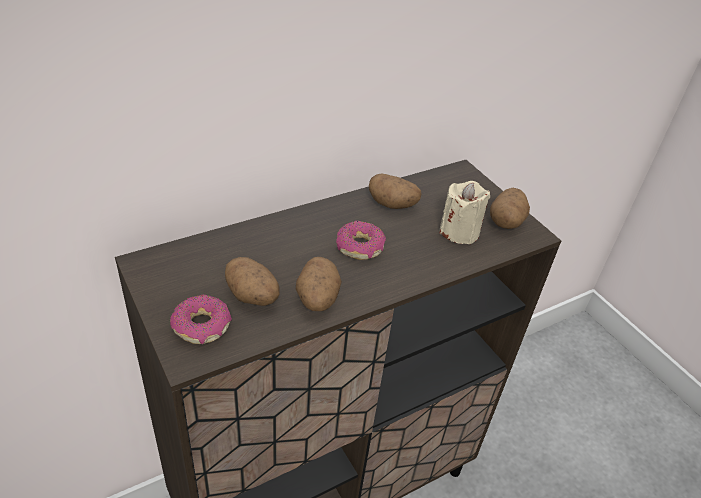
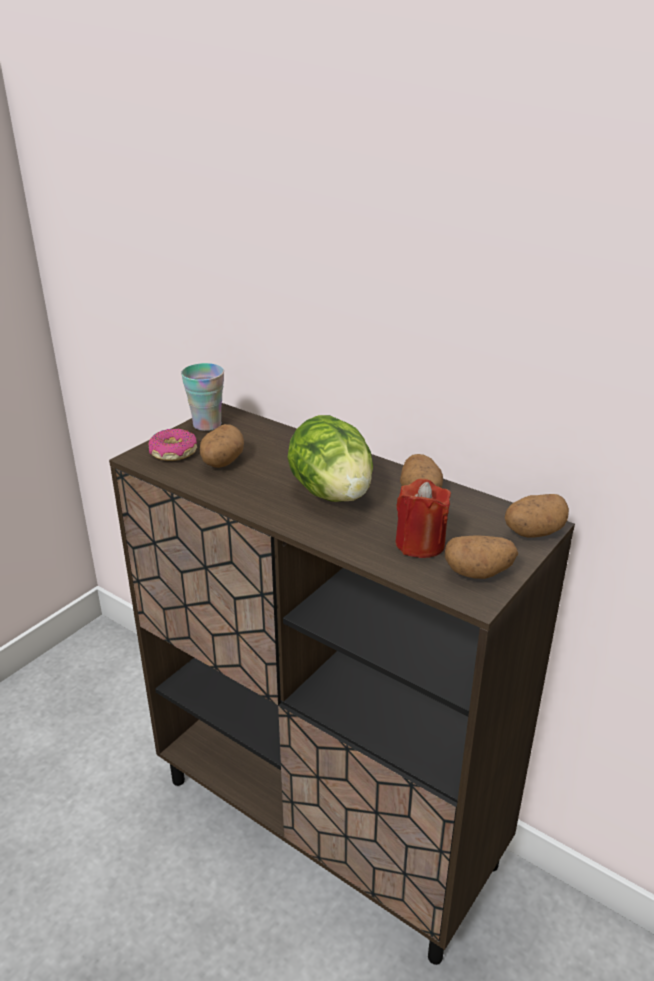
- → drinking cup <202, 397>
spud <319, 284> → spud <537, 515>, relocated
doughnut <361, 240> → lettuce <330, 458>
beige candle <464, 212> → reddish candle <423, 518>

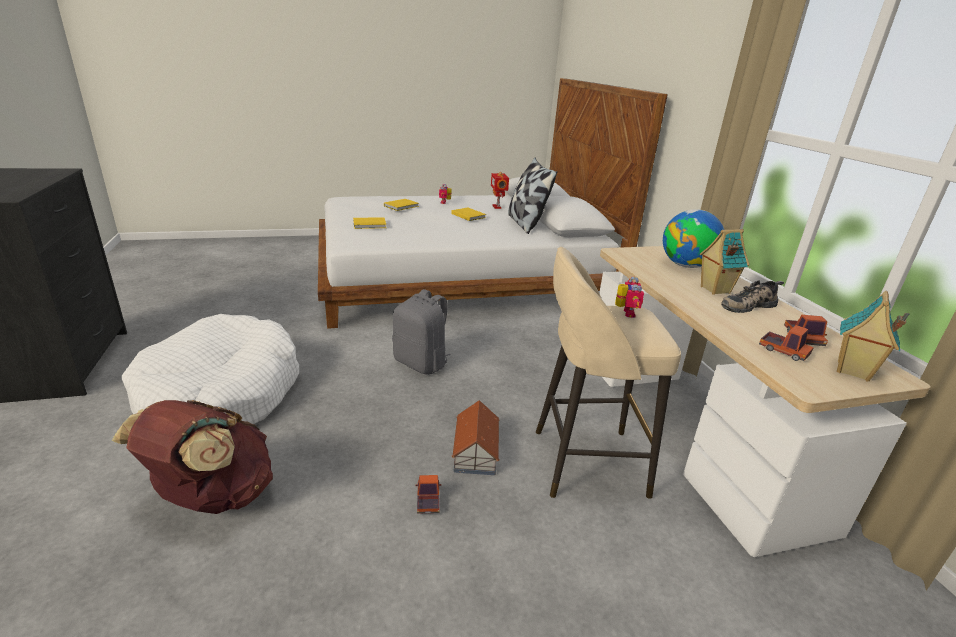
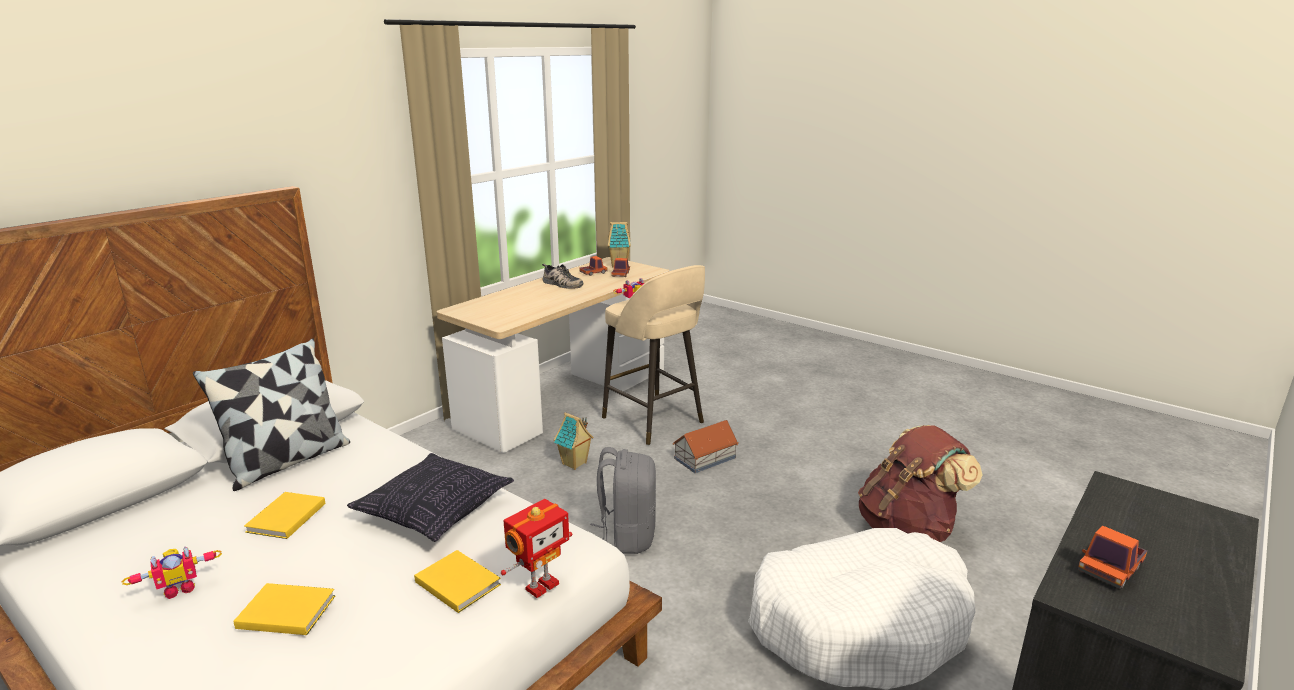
desk globe <693, 238> → -
- → pillow <430, 497>
toy truck <428, 494> → toy truck <1112, 557>, relocated
toy robot <500, 190> → toy robot <536, 548>, relocated
model house <724, 262> → model house <574, 441>, relocated

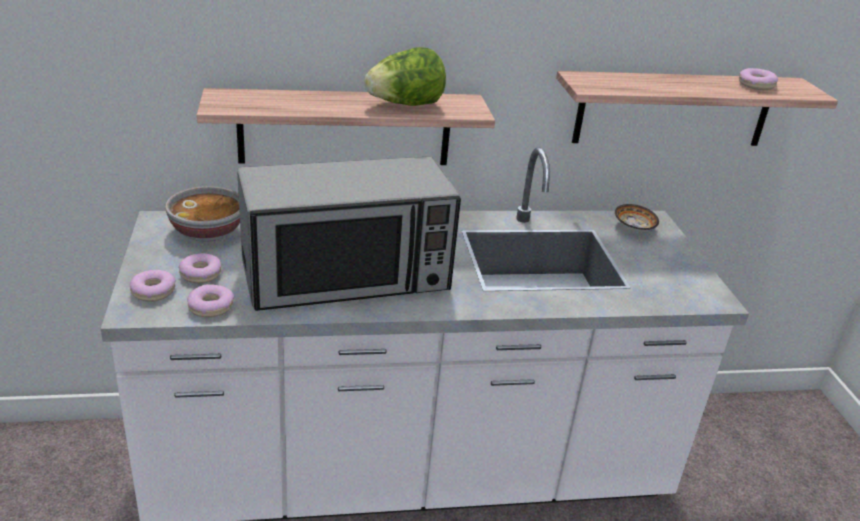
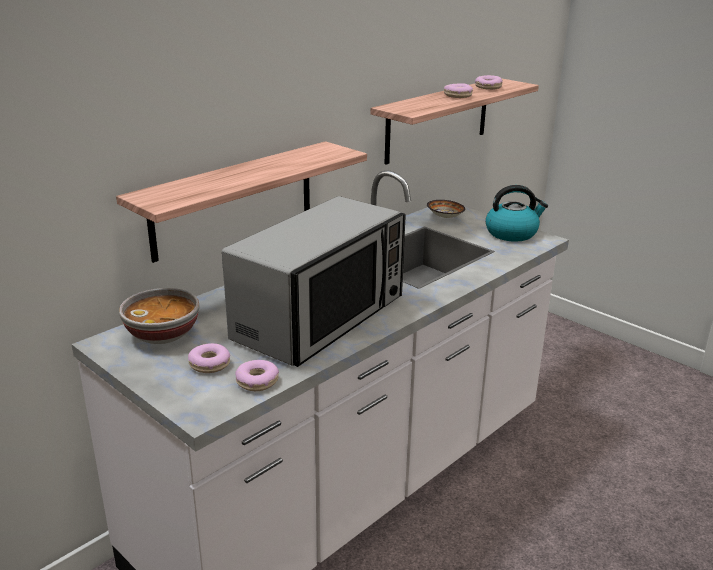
lettuce <405, 76> → -
- → tea kettle <516, 213>
doughnut <153, 286> → doughnut <458, 90>, relocated

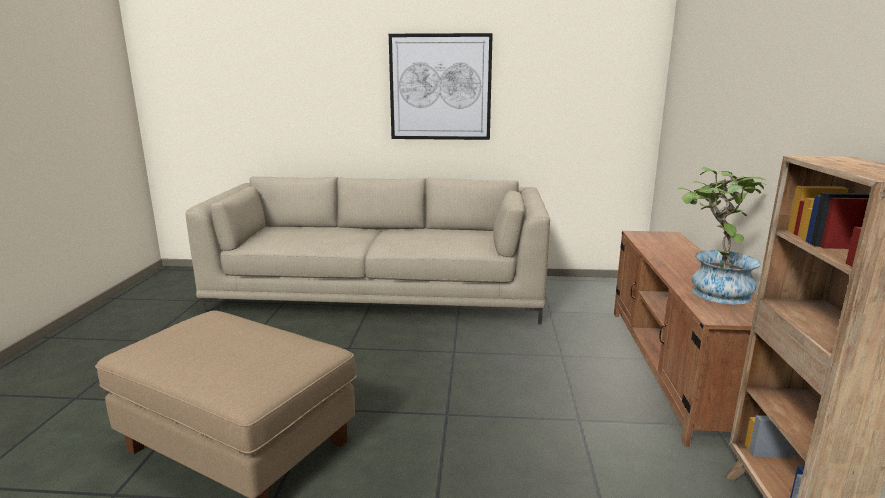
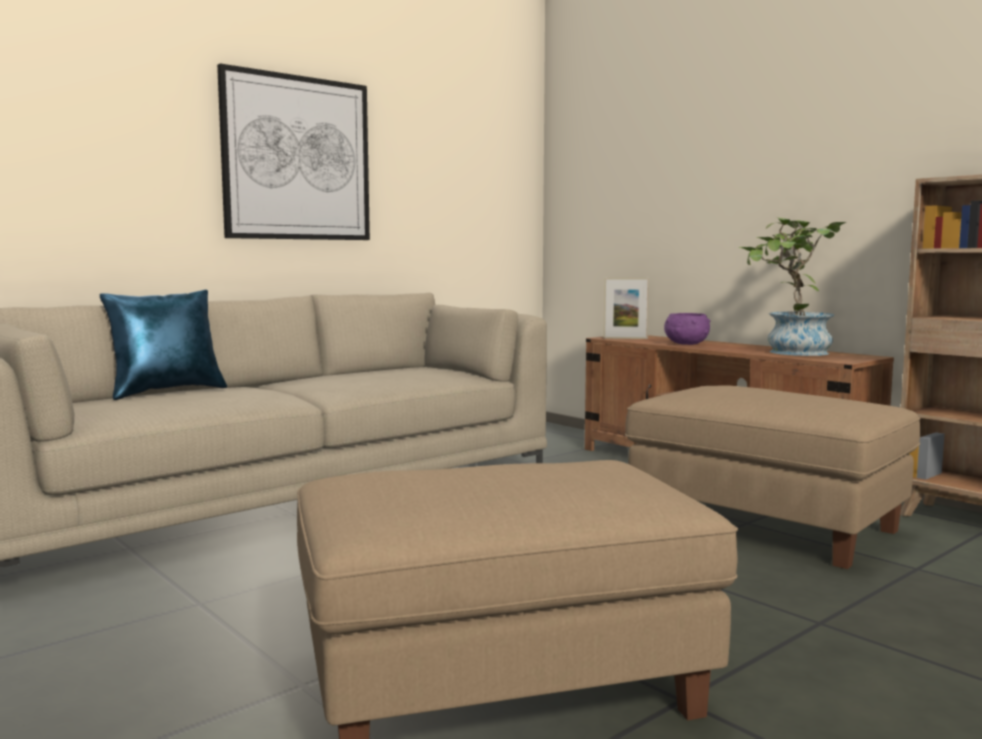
- → bluish pillow <163, 344>
- → photo frame <626, 308>
- → beige ottoman <773, 477>
- → purple deep dish <687, 329>

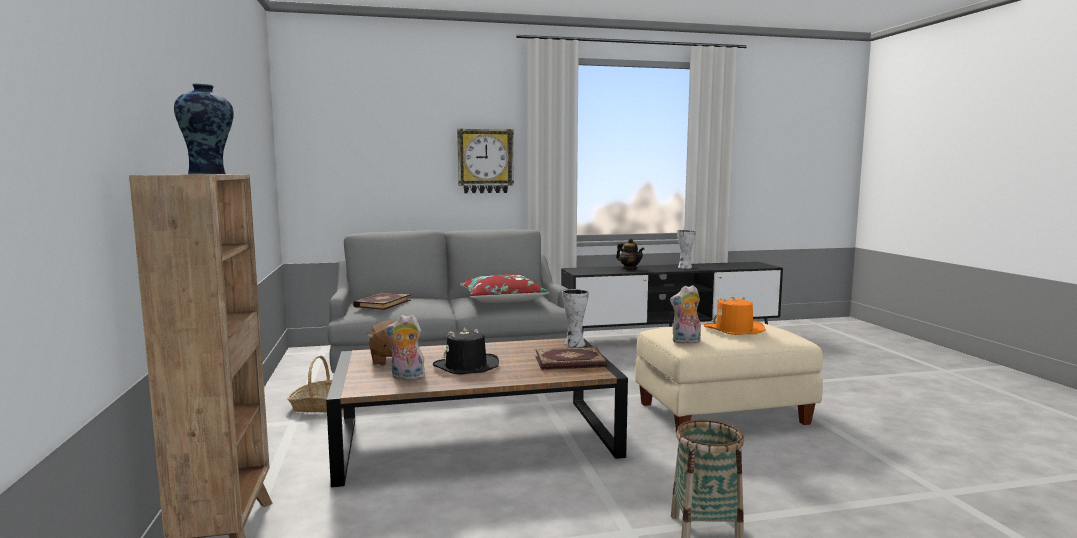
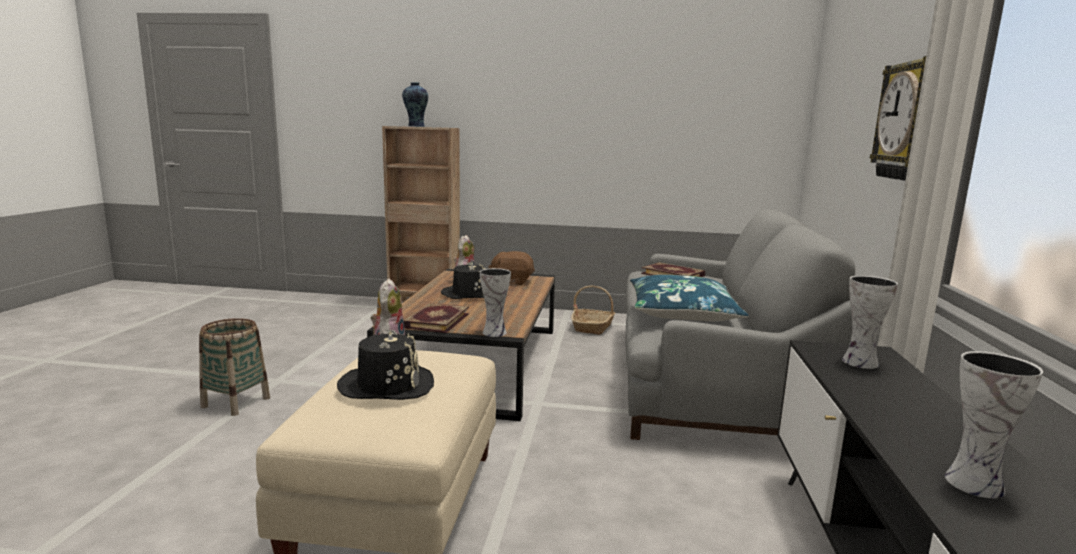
tea pot <630, 254> → -
- → vase <870, 322>
reddish pillow <504, 288> → bluish pillow <689, 298>
orangey hat <735, 315> → blackish hat <385, 365>

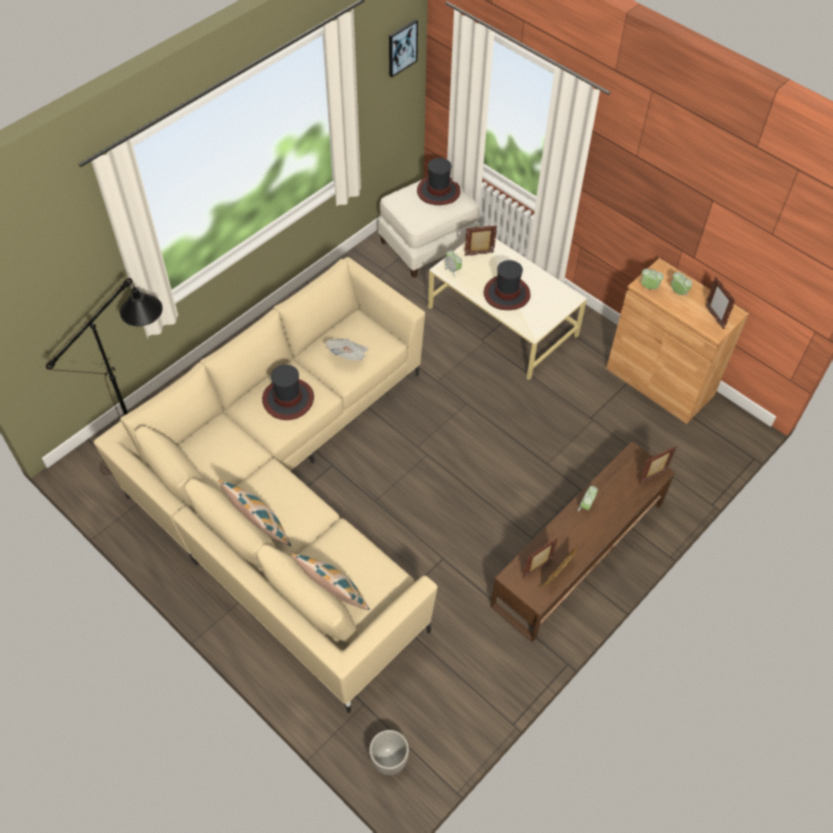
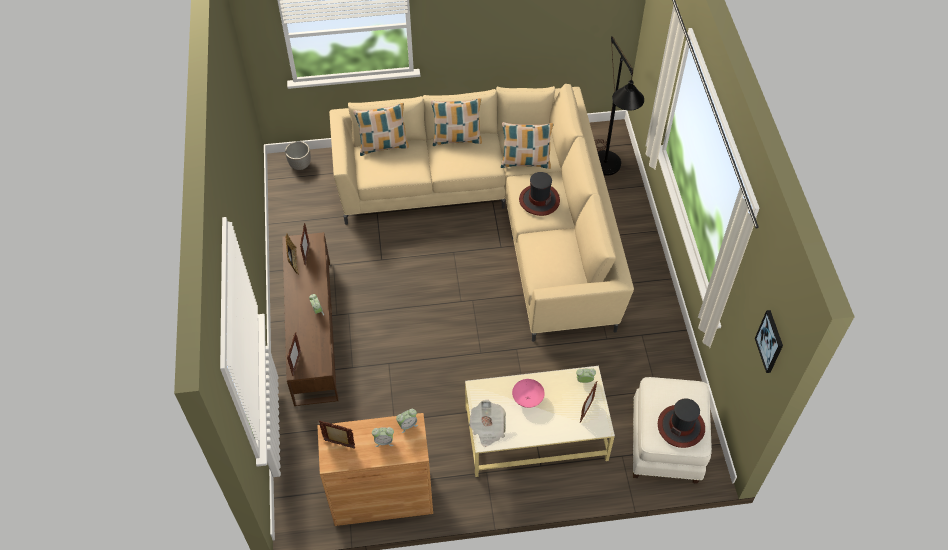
- → pillow <527, 145>
daily paper <347, 349> → daily paper <487, 423>, relocated
hat <507, 285> → pinkish deep dish <528, 393>

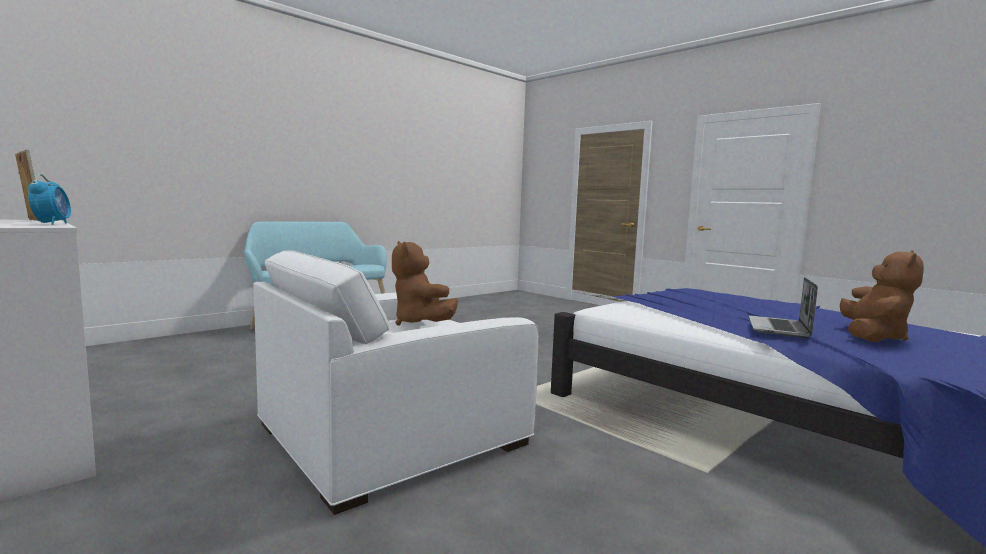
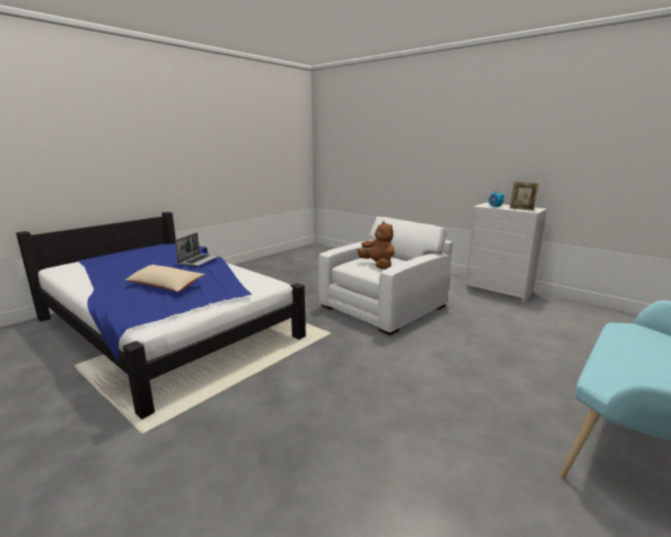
brownish soft toy <882, 296> → -
- → beige pillow <165, 278>

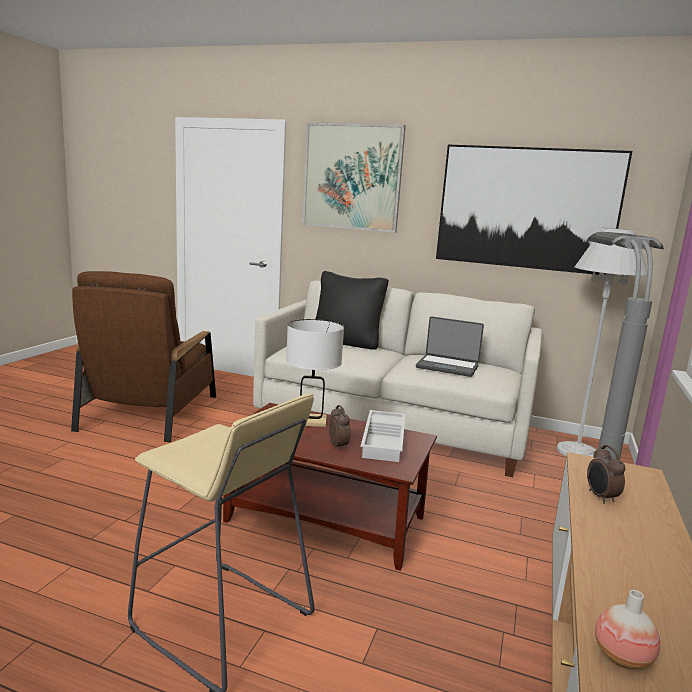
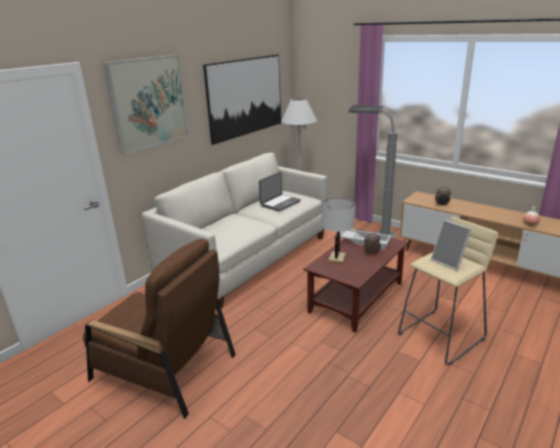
blackish pillow <352, 310> → -
- → photo frame <451, 245>

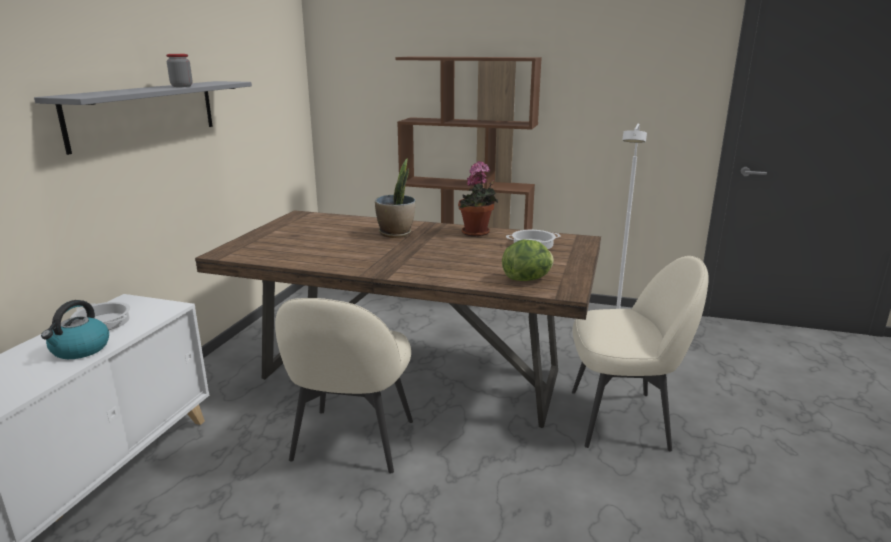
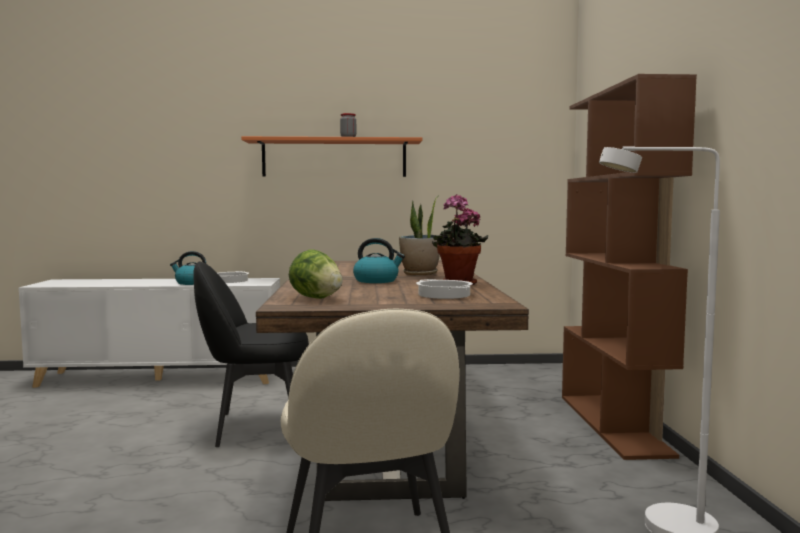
- → tea kettle <379, 260>
greyish bracket shelf <143, 118> → orangey bracket shelf <331, 156>
beige plain chair <344, 385> → blackish plain chair <251, 354>

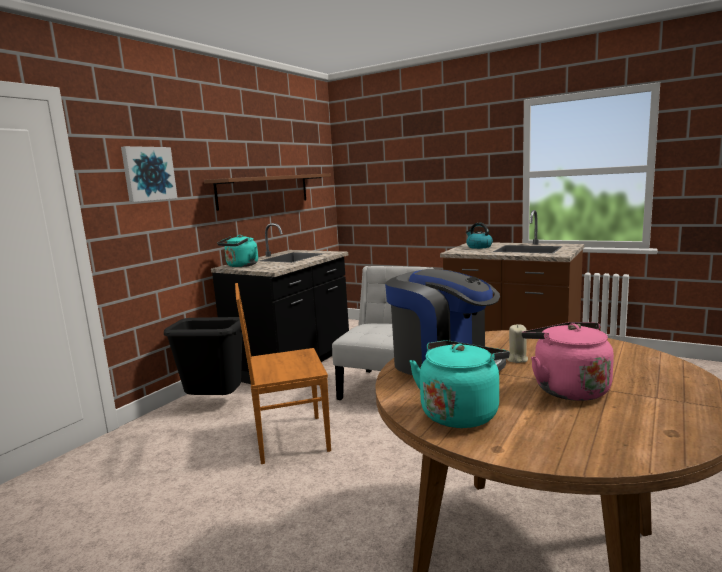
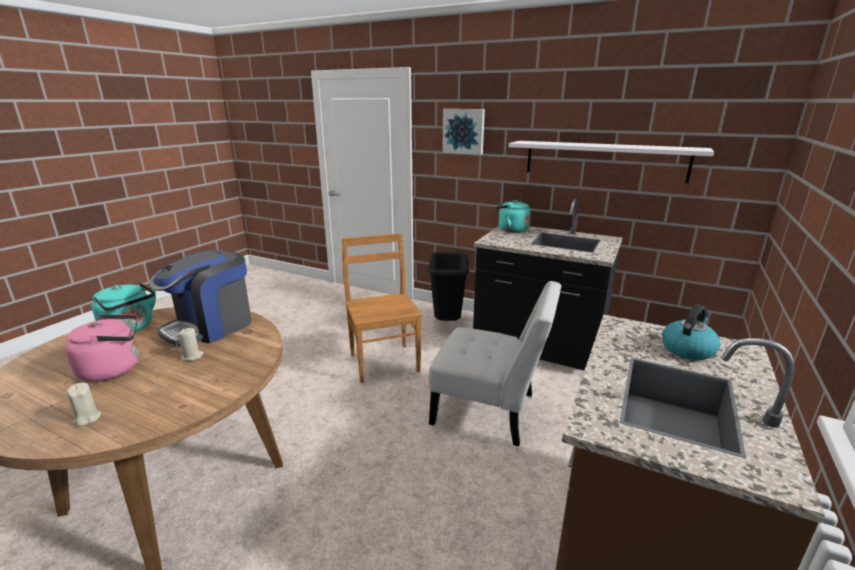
- → beige candle <83, 404>
brownish bracket shelf <267, 192> → white-coloured bracket shelf <611, 162>

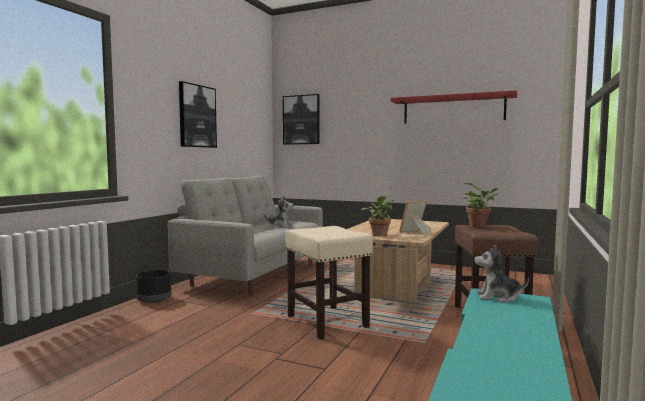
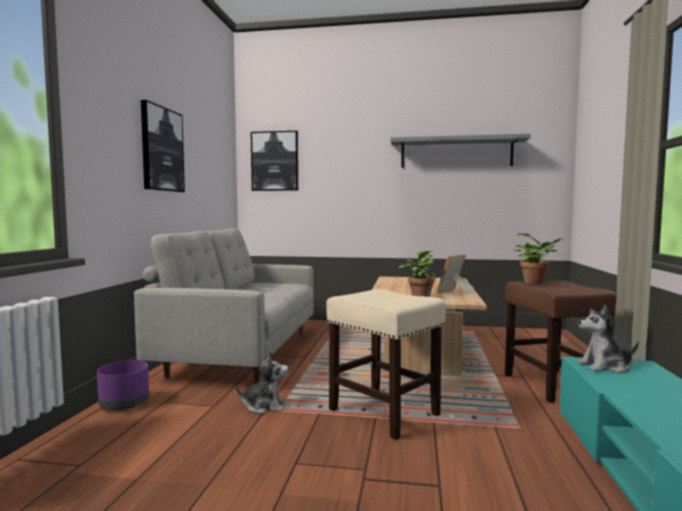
soft toy <279, 211> → soft toy <262, 382>, relocated
blackish flower pot <154, 286> → purple flower pot <123, 385>
reddish bracket shelf <454, 107> → greyish bracket shelf <461, 151>

